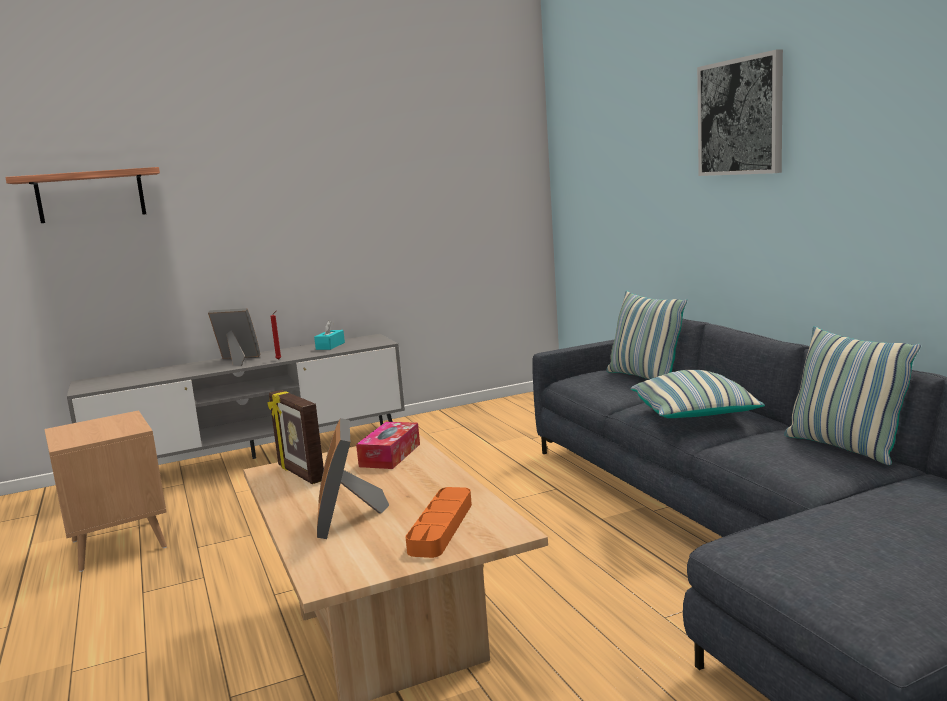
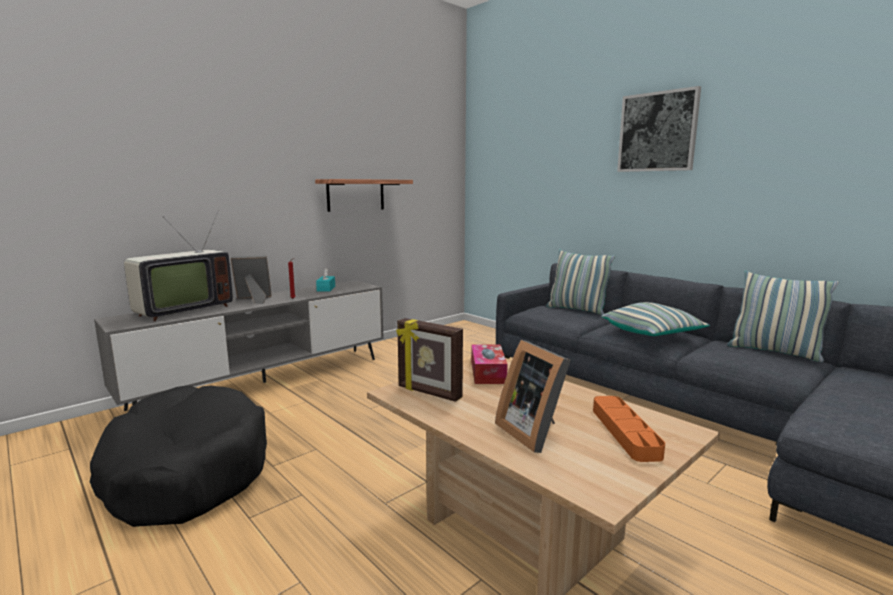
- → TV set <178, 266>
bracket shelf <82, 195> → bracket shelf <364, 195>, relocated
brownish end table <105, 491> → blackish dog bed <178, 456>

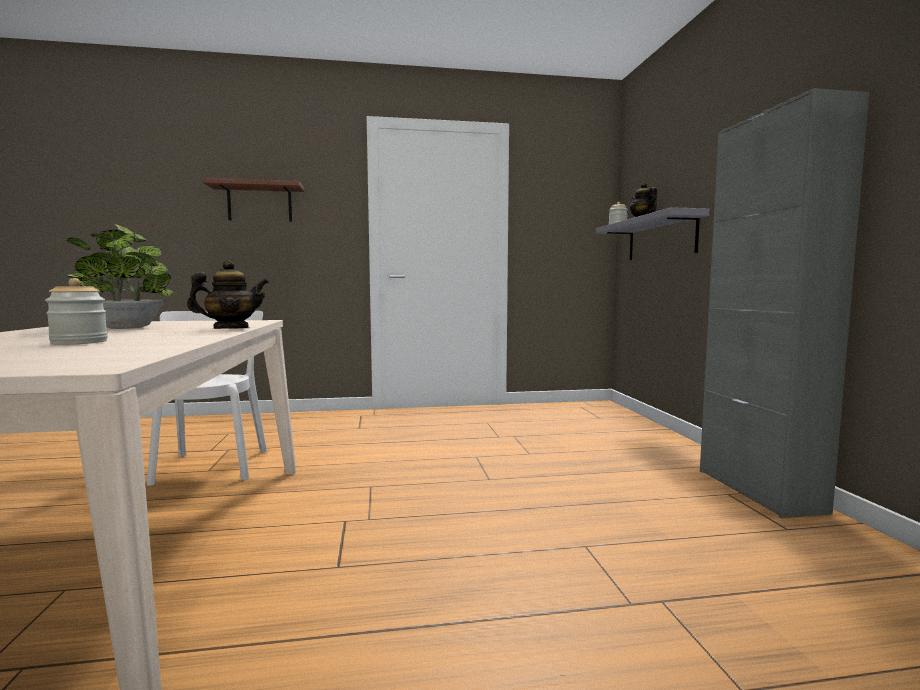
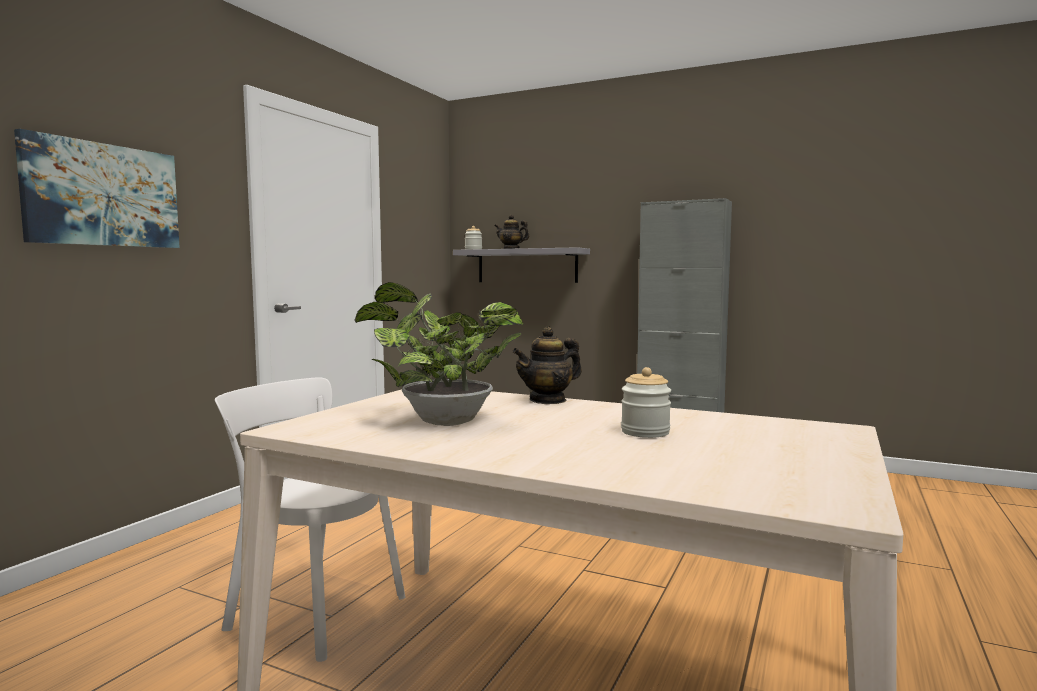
brownish bracket shelf <253, 200> → picture <97, 188>
tea pot <228, 294> → tea pot <547, 365>, 135 degrees counterclockwise

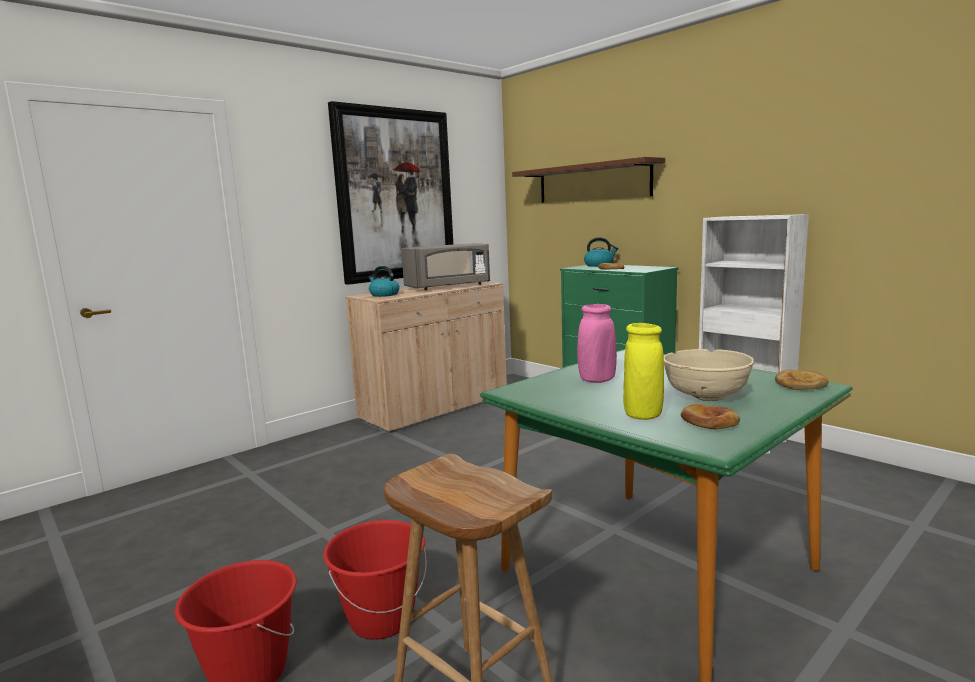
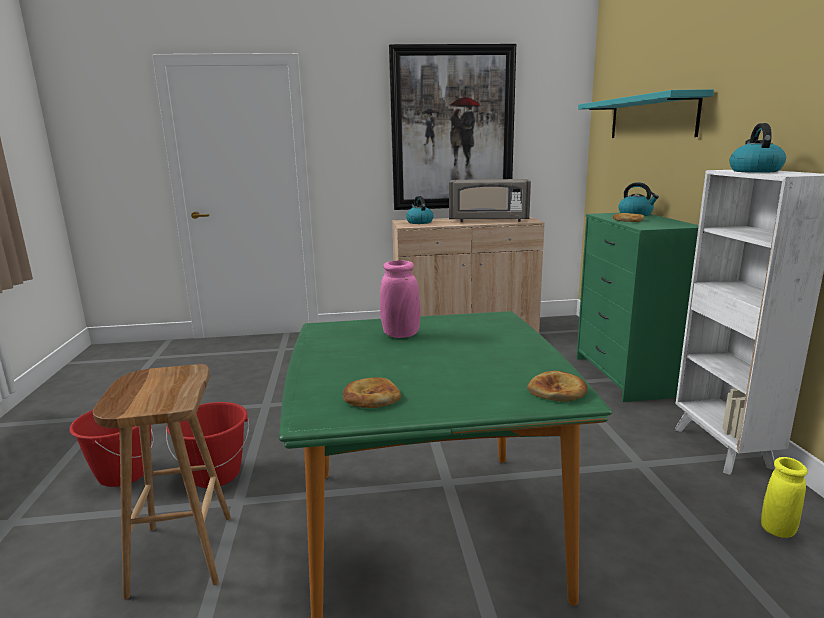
beige deep dish <709, 375> → -
- → tea kettle <757, 148>
yellow vase <643, 371> → yellow vase <784, 497>, relocated
brownish bracket shelf <588, 180> → turquoise-coloured bracket shelf <646, 113>

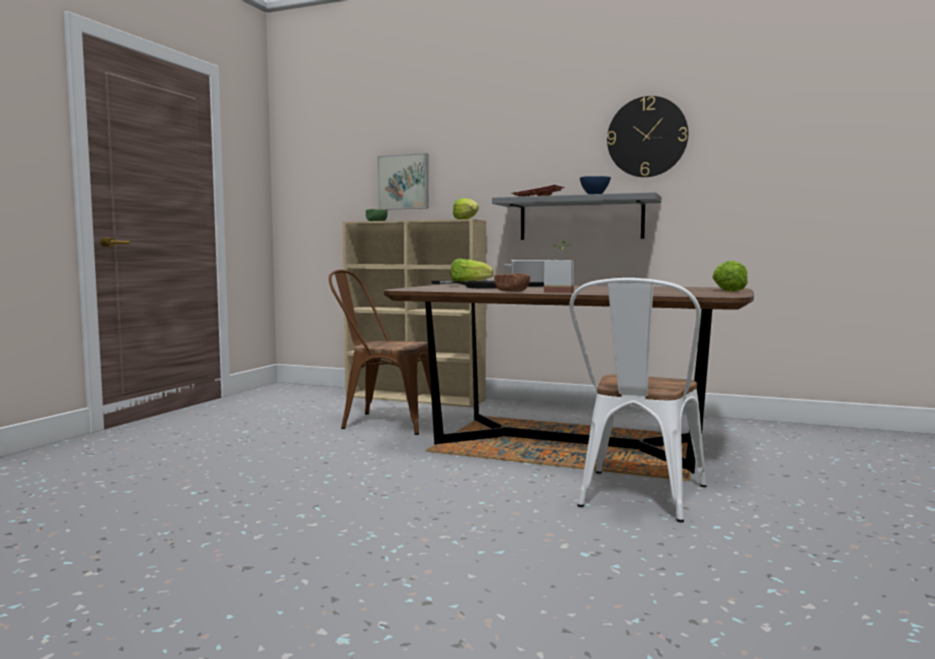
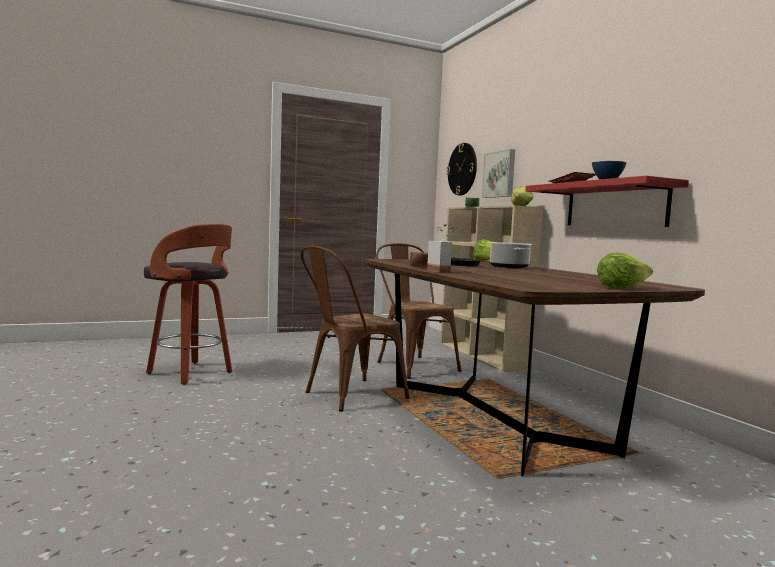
white-coloured plain chair <638, 400> → -
- → stool <188, 304>
- → brownish plain chair <355, 329>
clock on the wall <647, 136> → clock on the wall <461, 169>, relocated
greyish bracket shelf <576, 216> → reddish bracket shelf <607, 201>

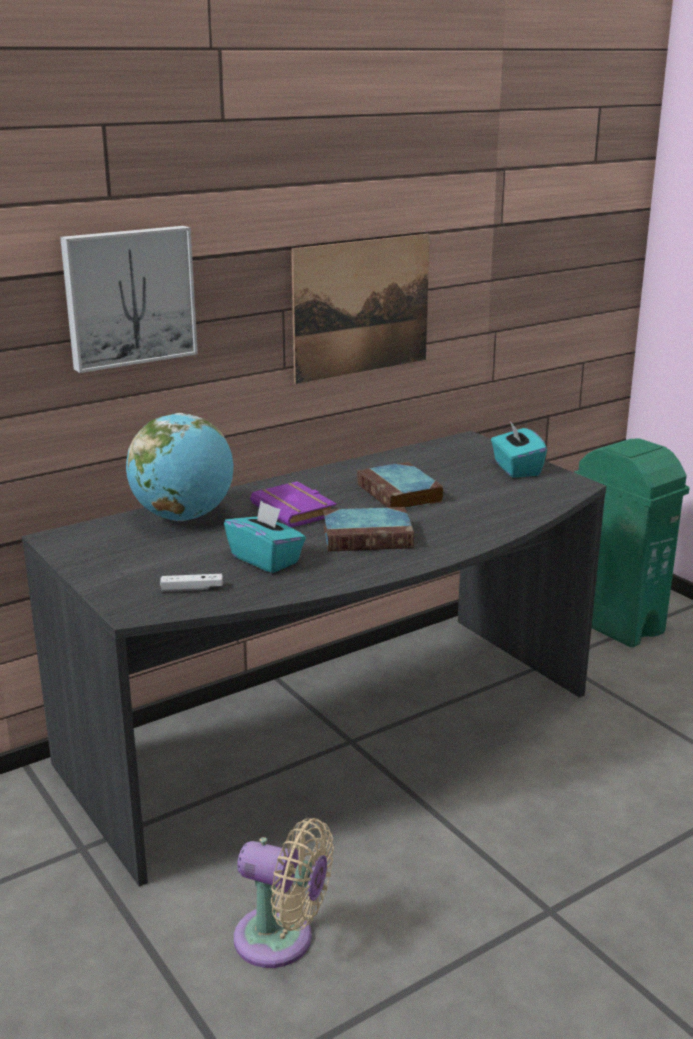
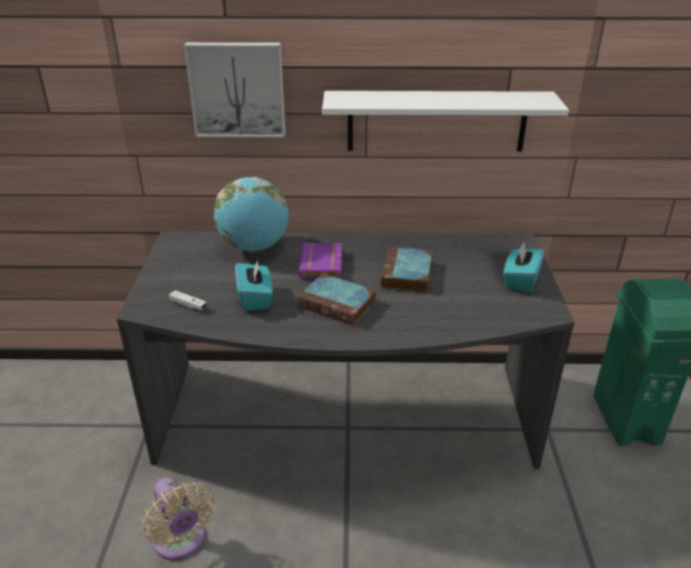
picture <360, 309> → white-coloured bracket shelf <445, 121>

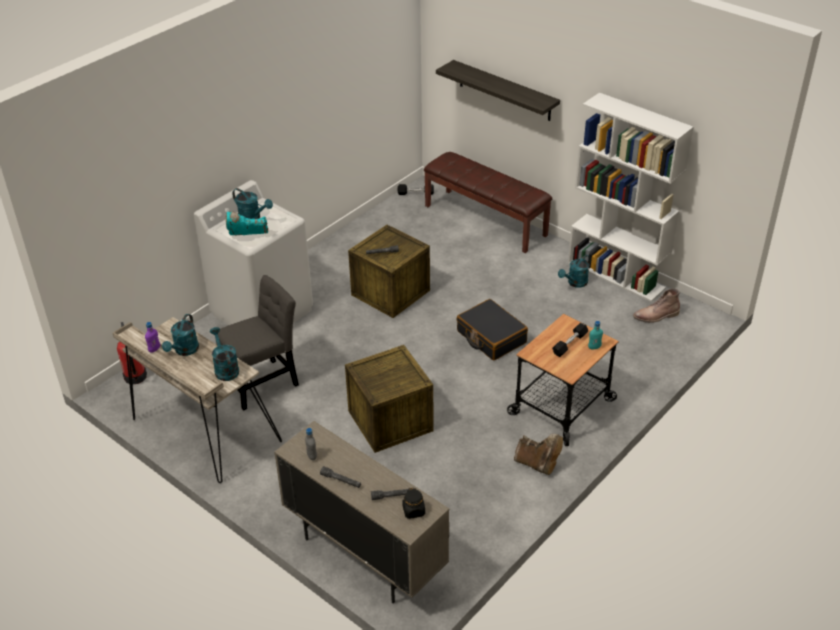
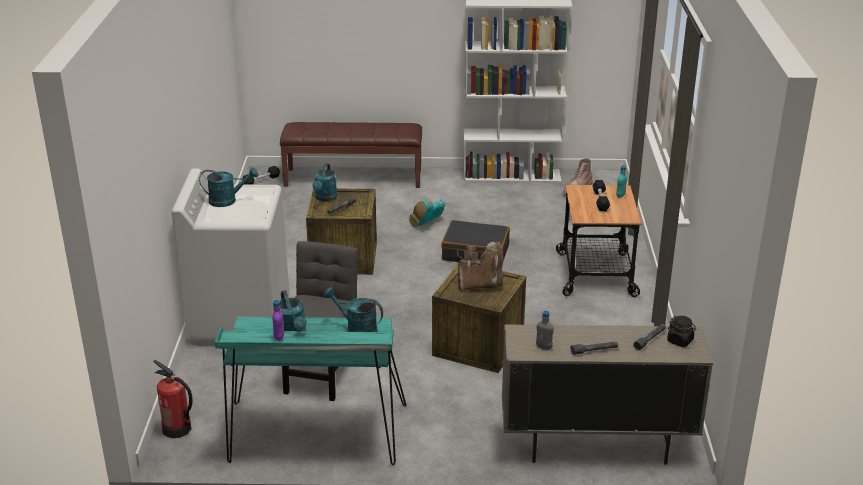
bracket shelf <498, 90> → -
turquoise-coloured high-top boot <247, 223> → turquoise-coloured high-top boot <427, 213>, relocated
brownish high-top boot <538, 454> → brownish high-top boot <481, 266>, relocated
turquoise-coloured watering pot <574, 271> → turquoise-coloured watering pot <325, 182>, relocated
beige desk <197, 400> → turquoise-coloured desk <310, 391>

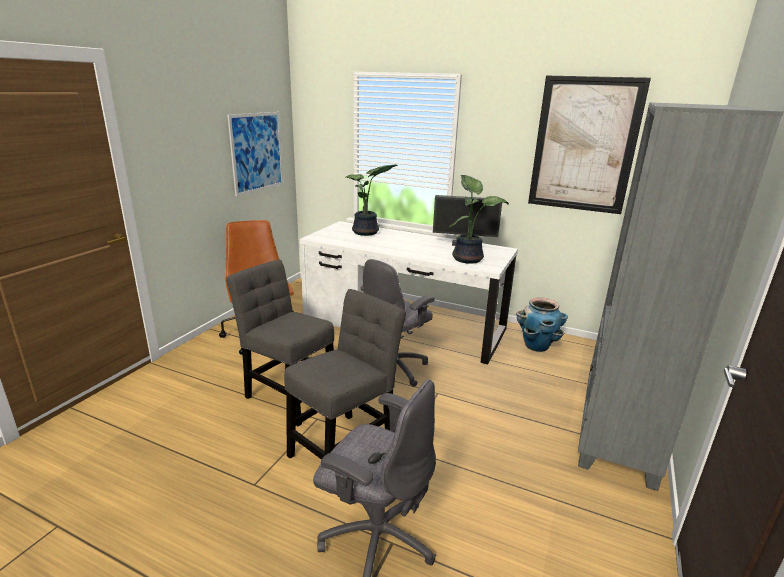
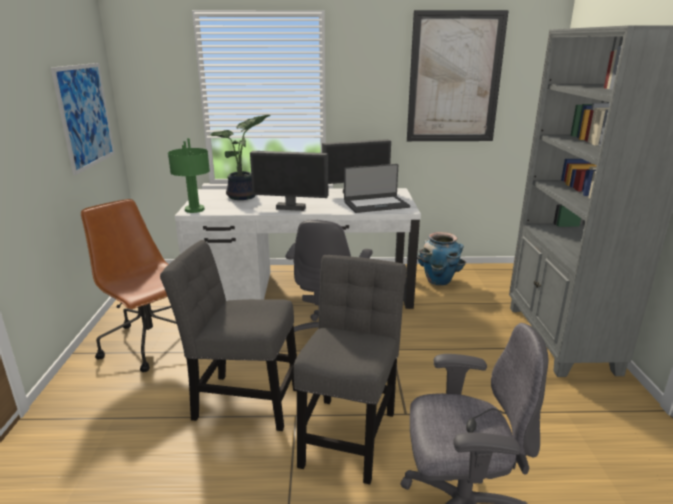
- → green lamp for a table <189, 175>
- → computer display <289, 181>
plant in a pot <479, 219> → notebook computer <377, 188>

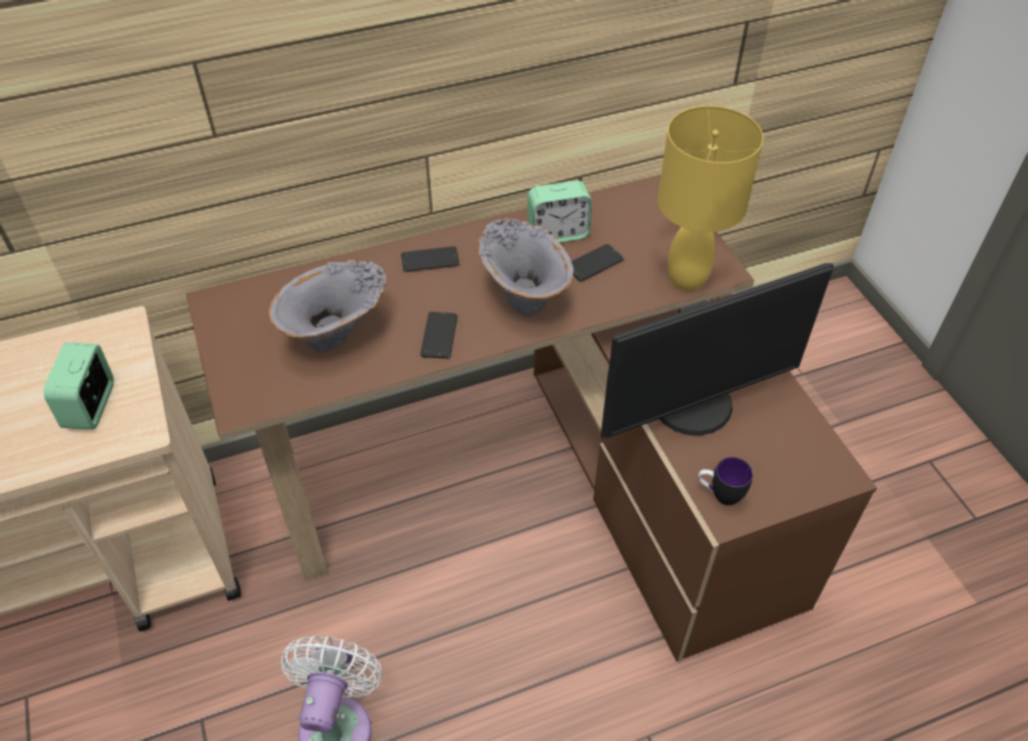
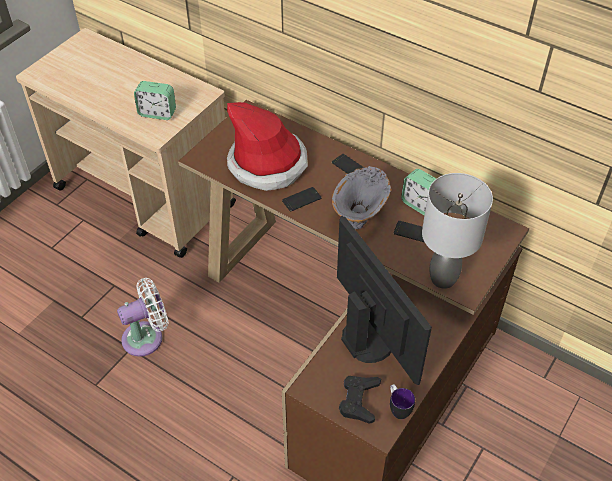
- → blackish gamepad <360, 400>
mug <725, 481> → mug <402, 401>, relocated
greyish vase <327, 305> → hat <267, 146>
yellow lamp for a table <710, 198> → greyish lamp for a table <457, 231>
alarm clock <79, 386> → alarm clock <155, 100>, 135 degrees counterclockwise
computer display <717, 350> → computer display <384, 300>, 150 degrees counterclockwise

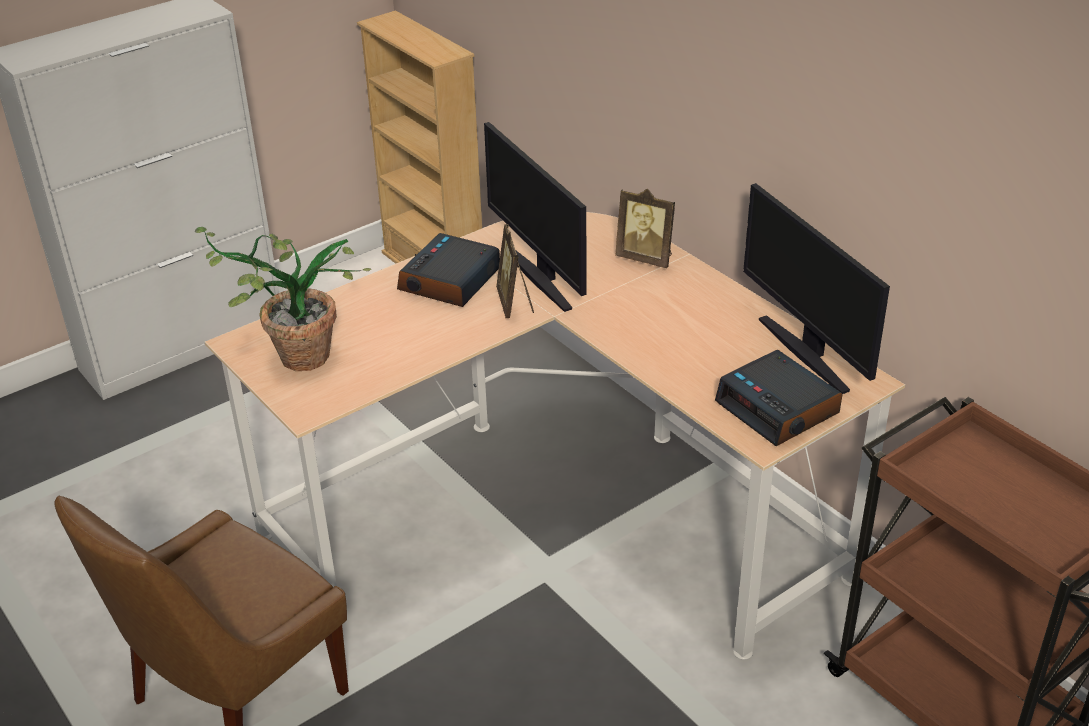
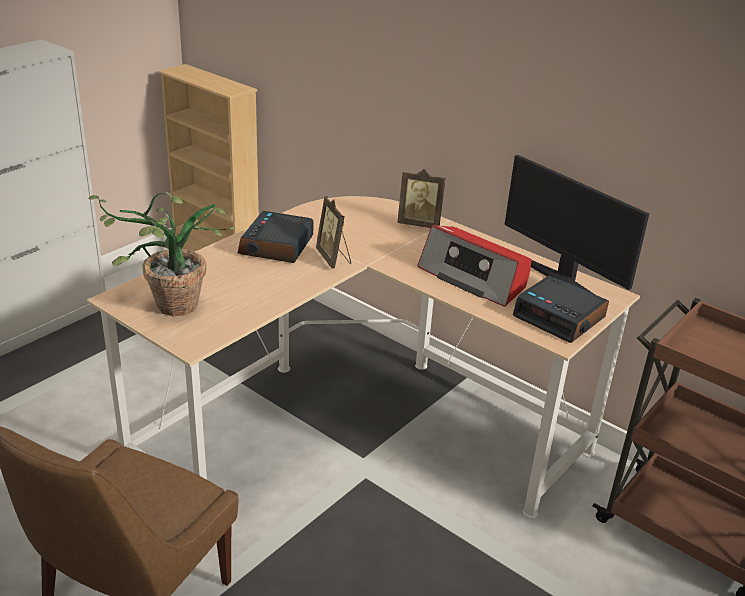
computer display <535, 217> → -
- → radio receiver <474, 266>

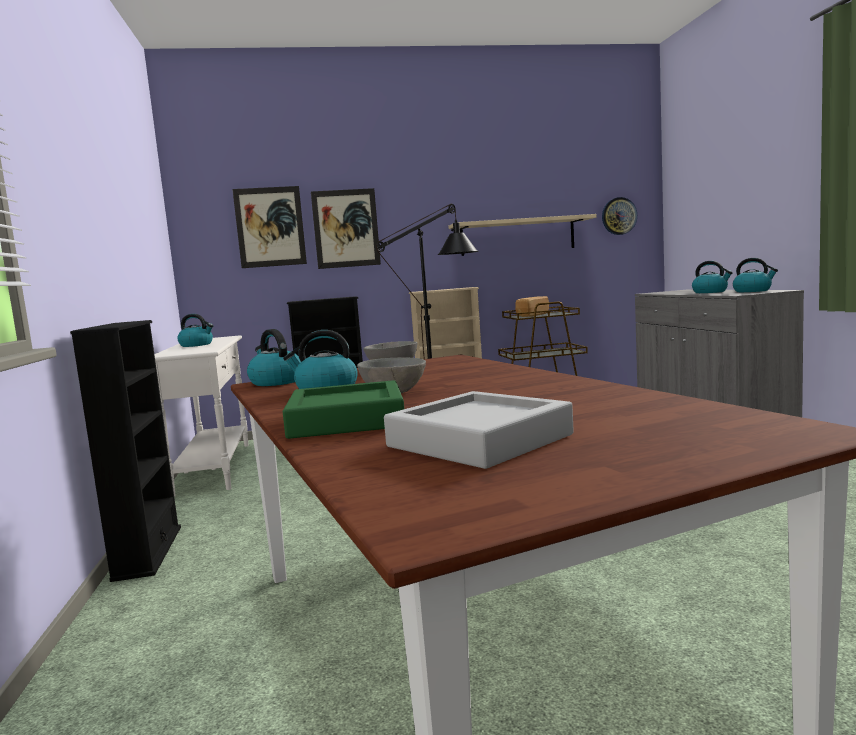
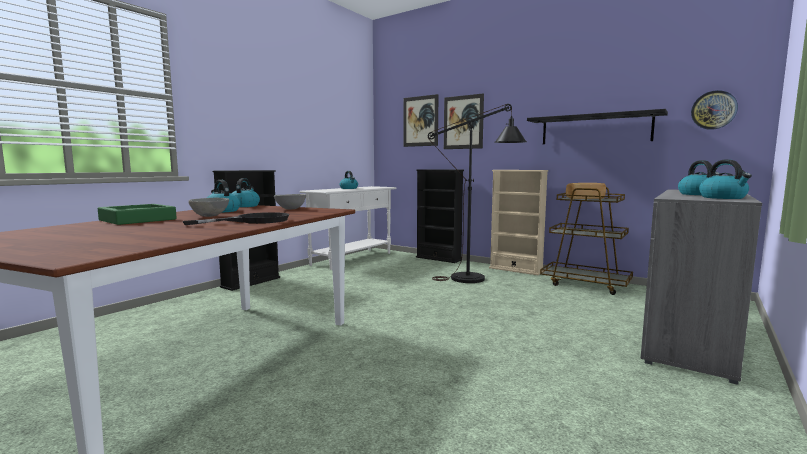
greyish carrying tray <479, 430> → -
- → blackish frying pan <235, 218>
beige bracket shelf <523, 235> → blackish bracket shelf <597, 126>

